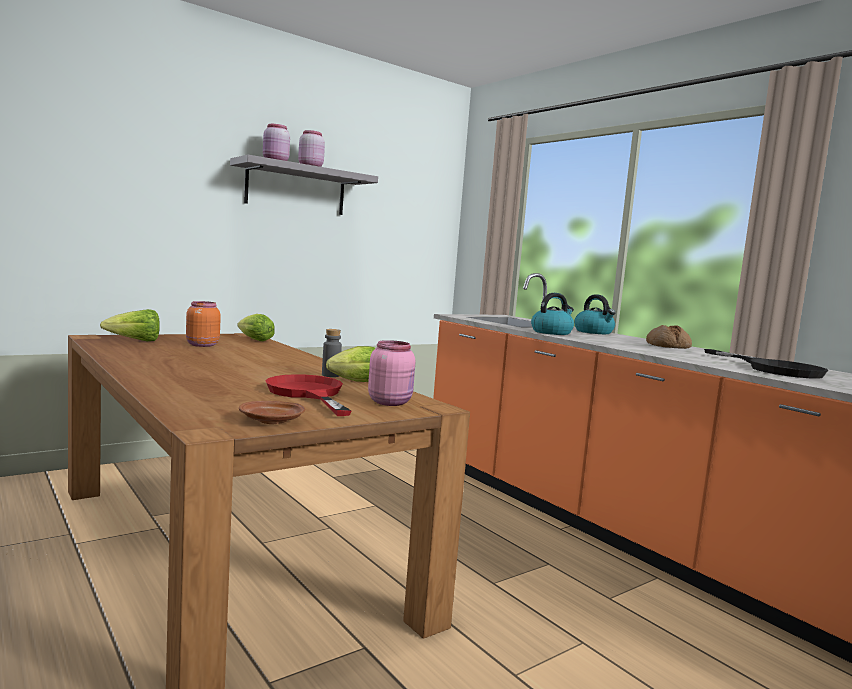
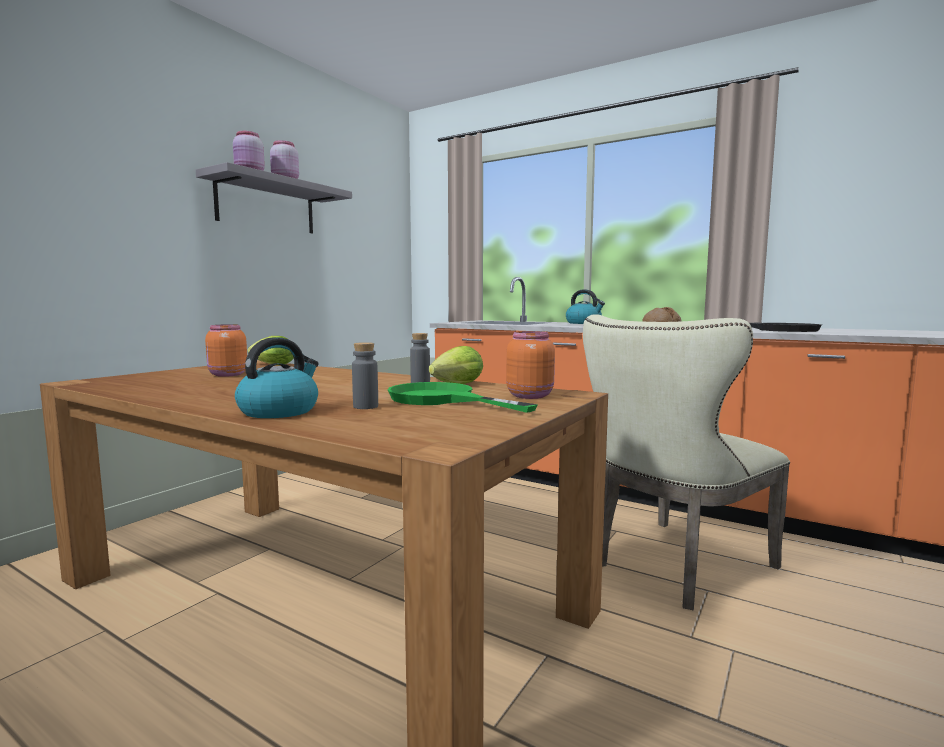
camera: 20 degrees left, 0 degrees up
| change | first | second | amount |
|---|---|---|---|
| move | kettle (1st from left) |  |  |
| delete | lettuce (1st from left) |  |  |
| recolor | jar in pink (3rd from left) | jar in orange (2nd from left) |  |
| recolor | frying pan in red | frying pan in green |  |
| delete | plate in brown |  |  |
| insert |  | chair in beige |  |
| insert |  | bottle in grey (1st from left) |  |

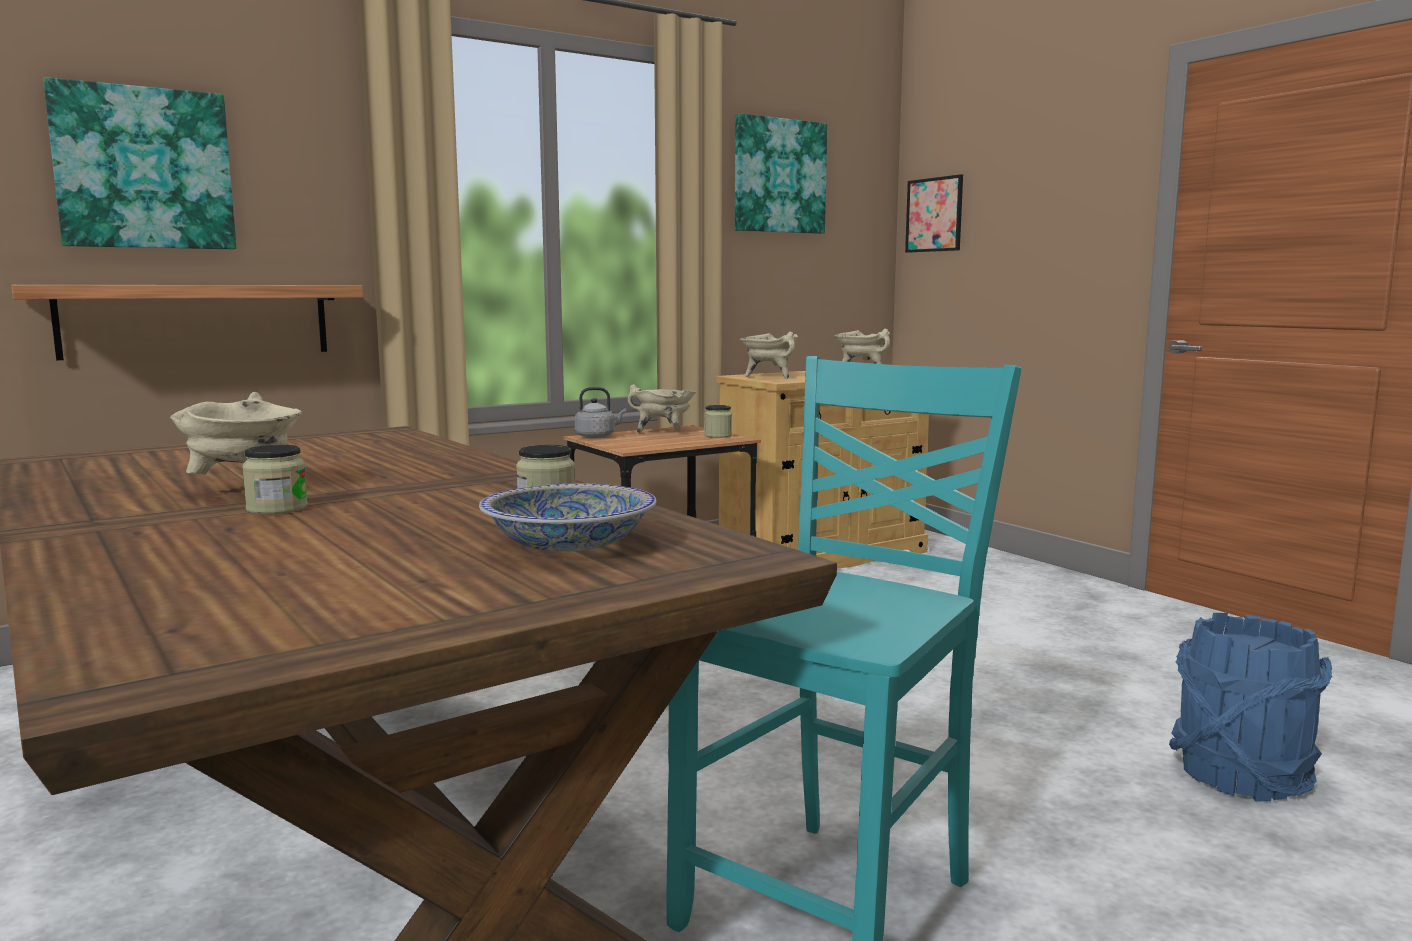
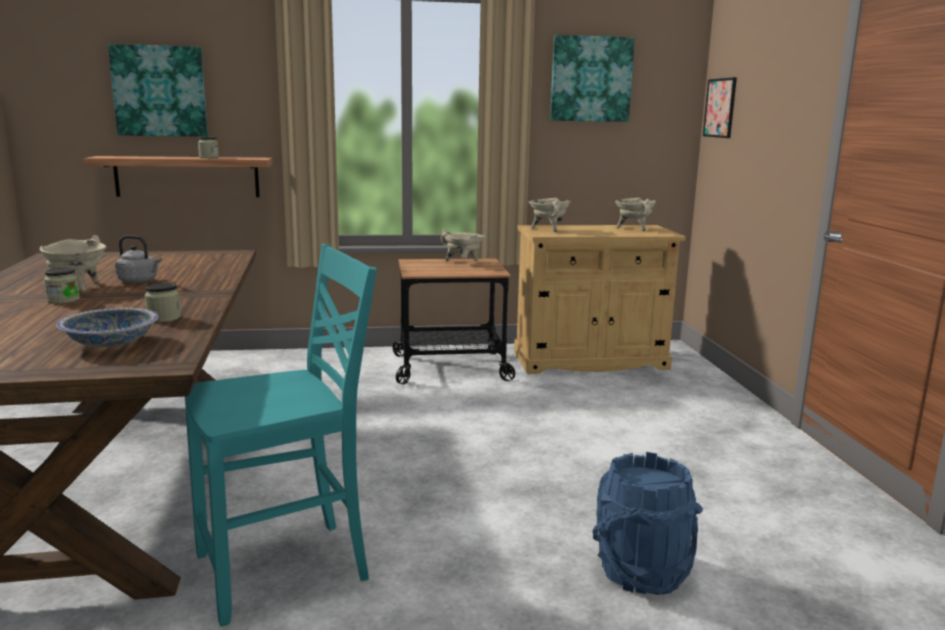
camera: 25 degrees right, 5 degrees up
| change | first | second | amount |
|---|---|---|---|
| move | kettle in grey |  |  |
| move | jar (3rd from left) |  |  |

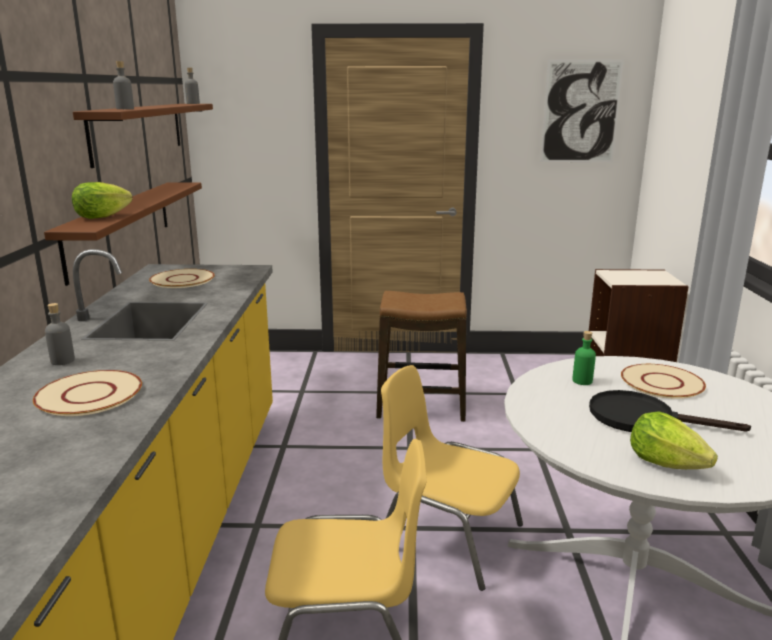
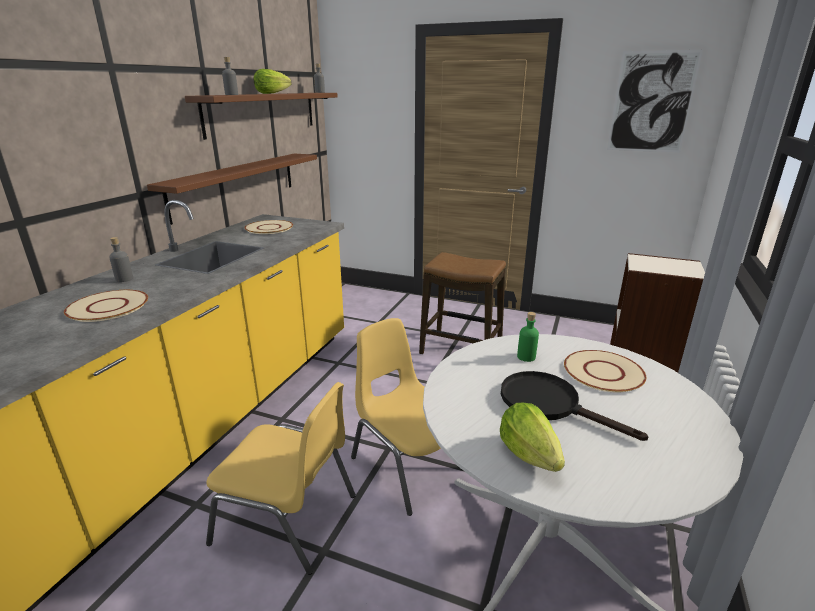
camera: 20 degrees right, 5 degrees up
| change | first | second | amount |
|---|---|---|---|
| move | lettuce (1st from left) |  |  |

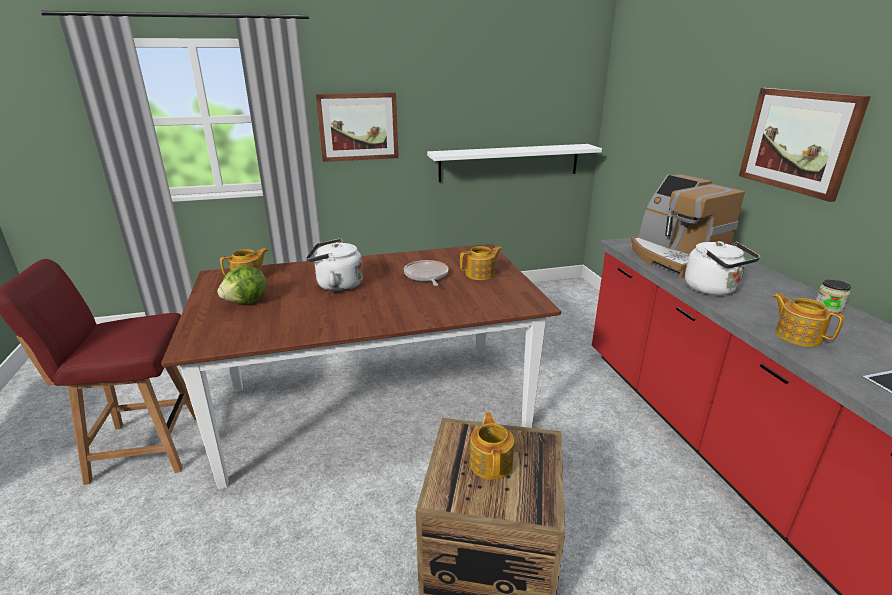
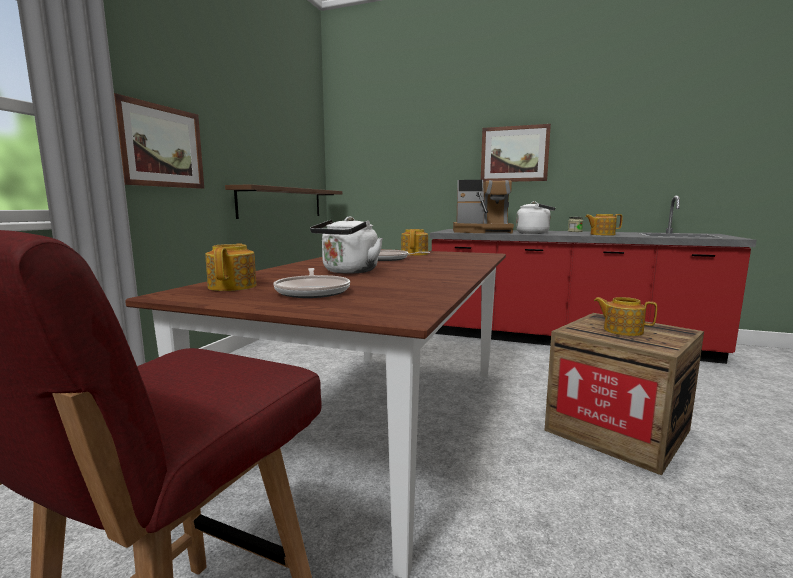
camera: 55 degrees left, 15 degrees down
| change | first | second | amount |
|---|---|---|---|
| recolor | shelf in white | shelf in brown |  |
| replace | lettuce | frying pan (1st from left) |  |

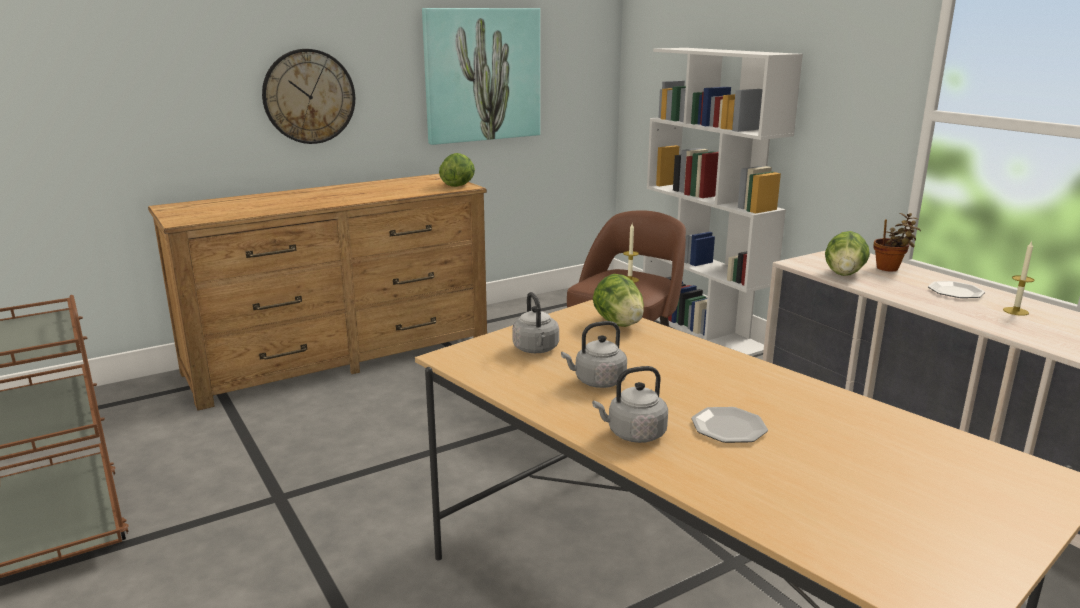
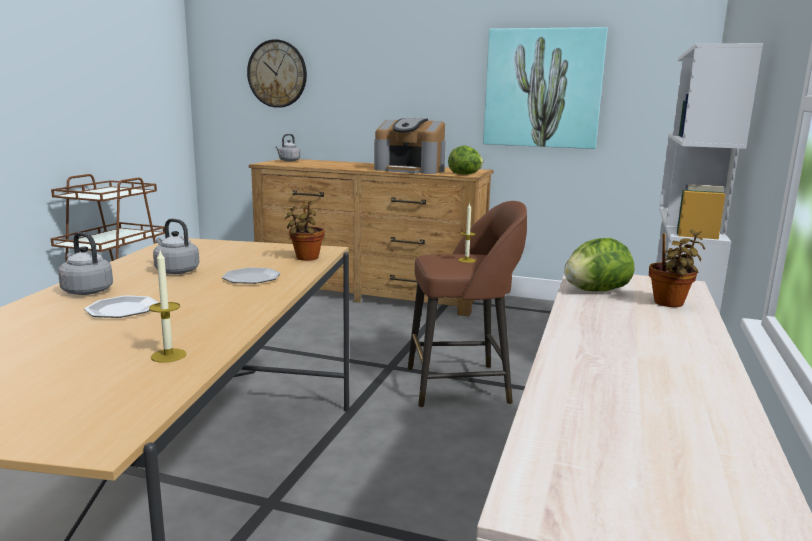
camera: 50 degrees right, 5 degrees down
| change | first | second | amount |
|---|---|---|---|
| move | wall clock |  |  |
| move | candle (2nd from left in the first image) | candle (1st from left) |  |
| replace | lettuce (2nd from left) | potted plant (1st from left) |  |
| move | plate (2nd from left) |  |  |
| move | kettle in grey (1st from left in the first image) | kettle in grey (3rd from left) |  |
| insert |  | coffee machine |  |

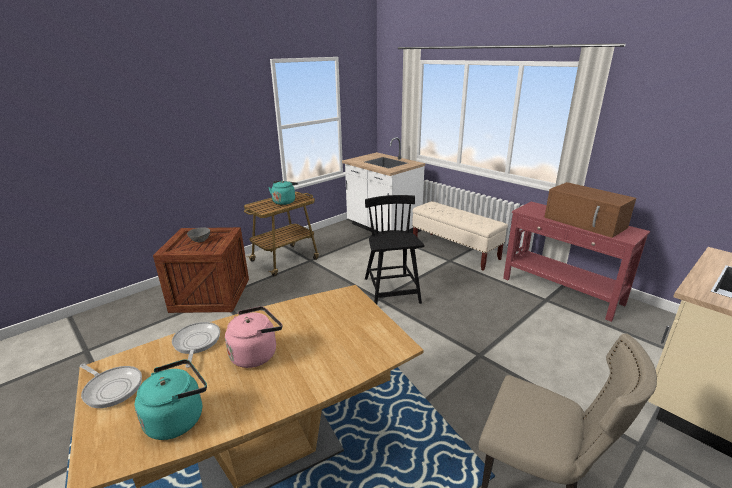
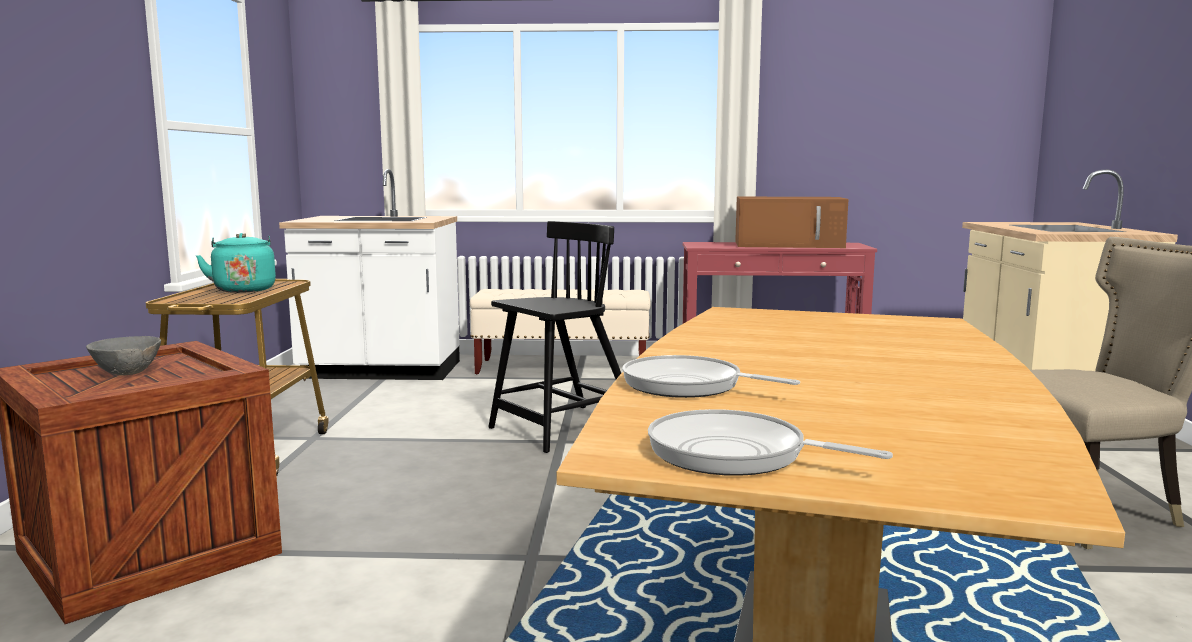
camera: 45 degrees left, 15 degrees down
| change | first | second | amount |
|---|---|---|---|
| rotate | chair in black |  | 105 degrees clockwise |
| delete | kettle in pink |  |  |
| delete | kettle in turquoise (1st from left) |  |  |
| rotate | frying pan (1st from left in the first image) | frying pan (2nd from left) | 135 degrees counterclockwise |

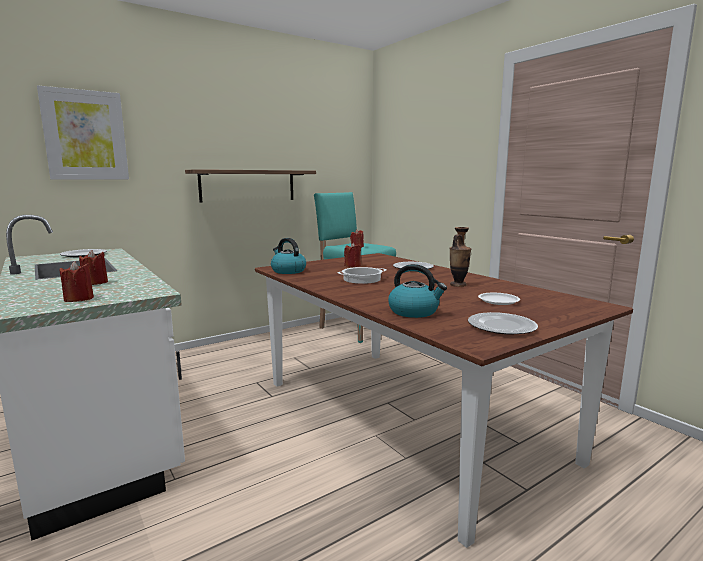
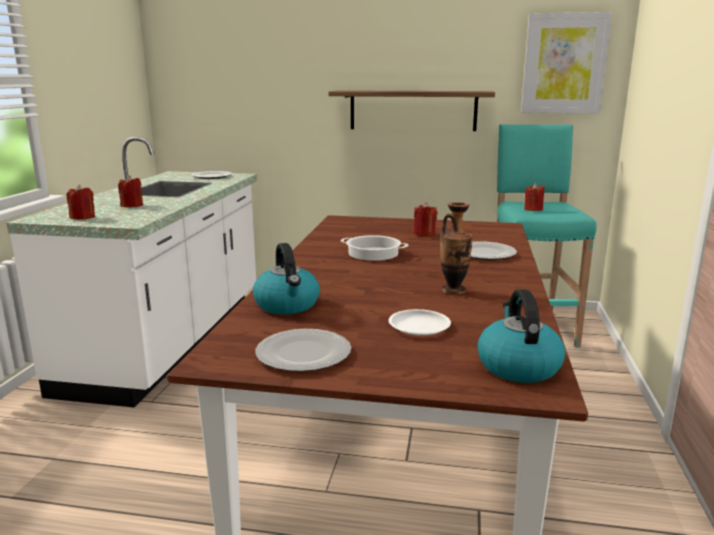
camera: 45 degrees right, 5 degrees up
| change | first | second | amount |
|---|---|---|---|
| move | picture |  |  |
| move | kettle (1st from left in the first image) | kettle (2nd from left) |  |

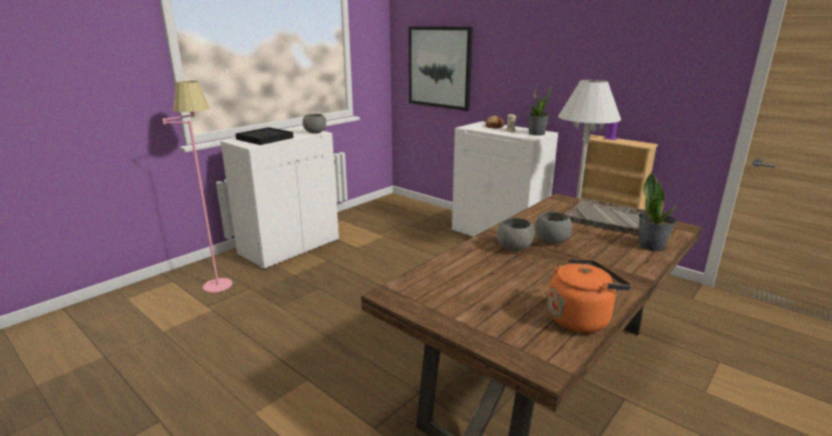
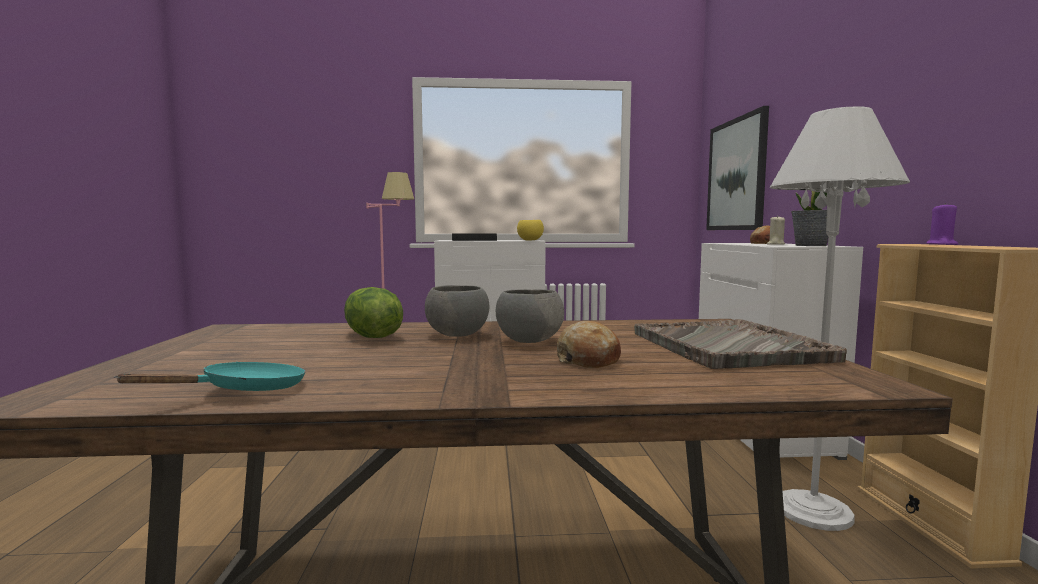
camera: 45 degrees right, 15 degrees down
| change | first | second | amount |
|---|---|---|---|
| recolor | bowl in grey (1st from left) | bowl in yellow |  |
| delete | potted plant (2nd from left) |  |  |
| replace | kettle in orange | frying pan in turquoise |  |
| insert |  | lettuce |  |
| insert |  | bread (1st from left) |  |

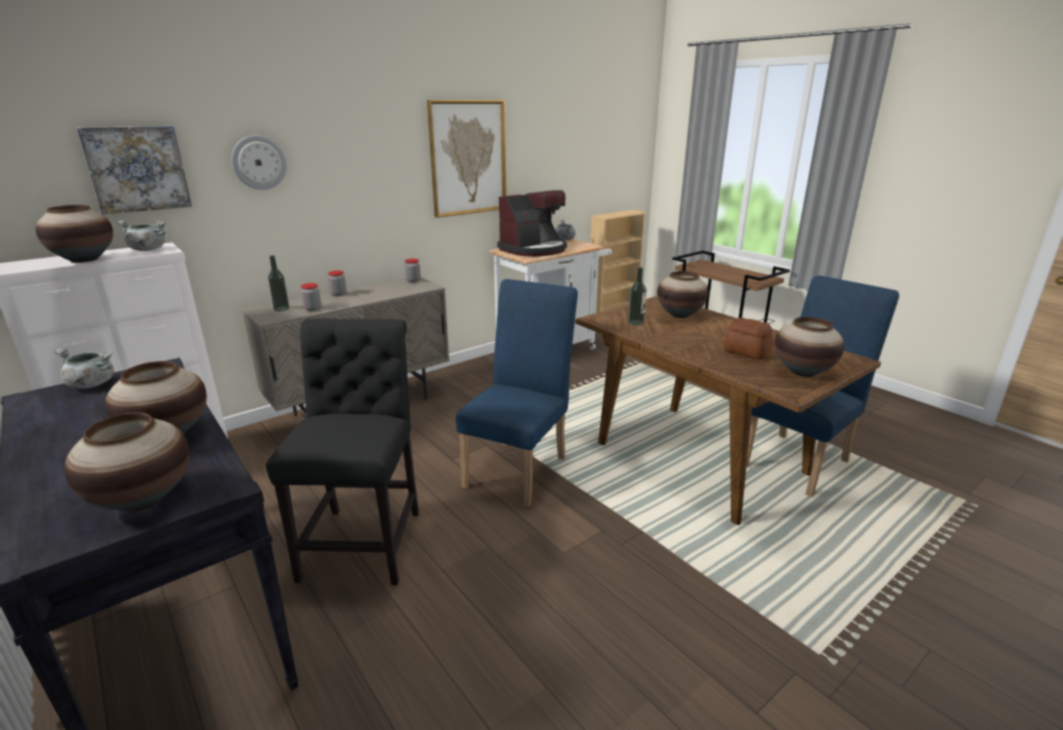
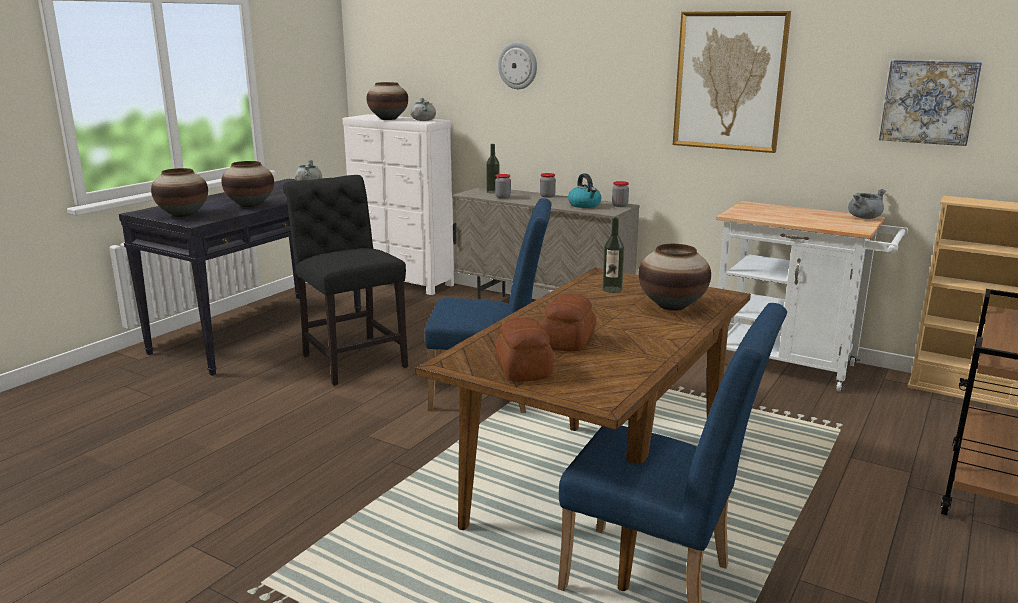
camera: 70 degrees right, 5 degrees down
| change | first | second | amount |
|---|---|---|---|
| move | picture (1st from left in the first image) | picture (2nd from left) |  |
| delete | coffee machine |  |  |
| replace | vase (5th from left) | bread (1st from left) |  |
| rotate | chair in black |  | 105 degrees counterclockwise |
| insert |  | kettle |  |

